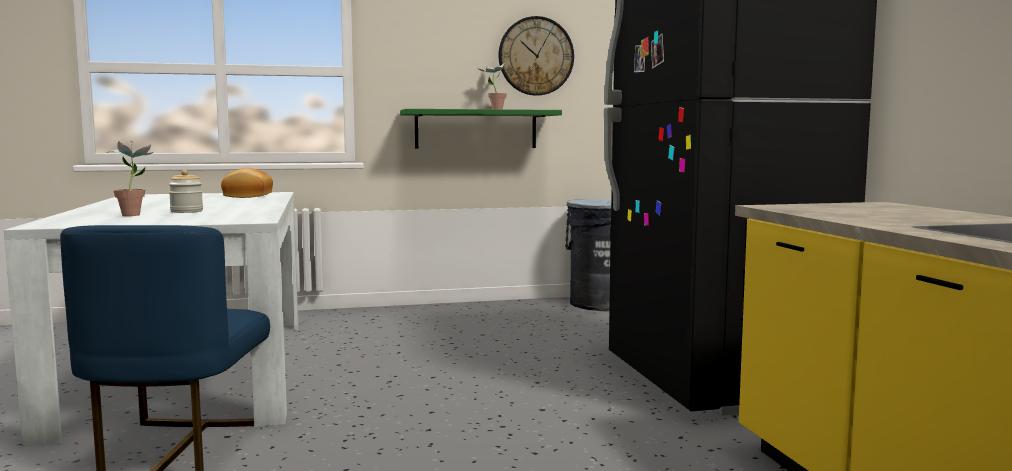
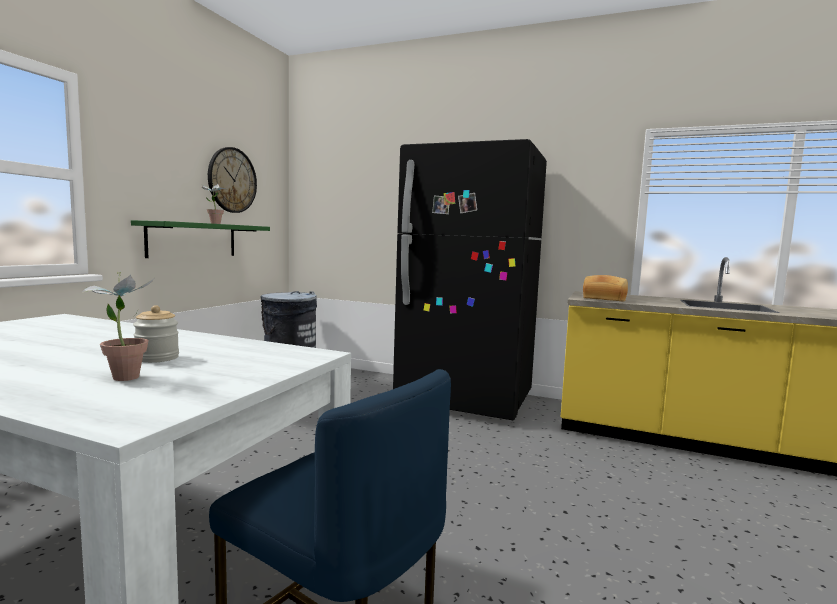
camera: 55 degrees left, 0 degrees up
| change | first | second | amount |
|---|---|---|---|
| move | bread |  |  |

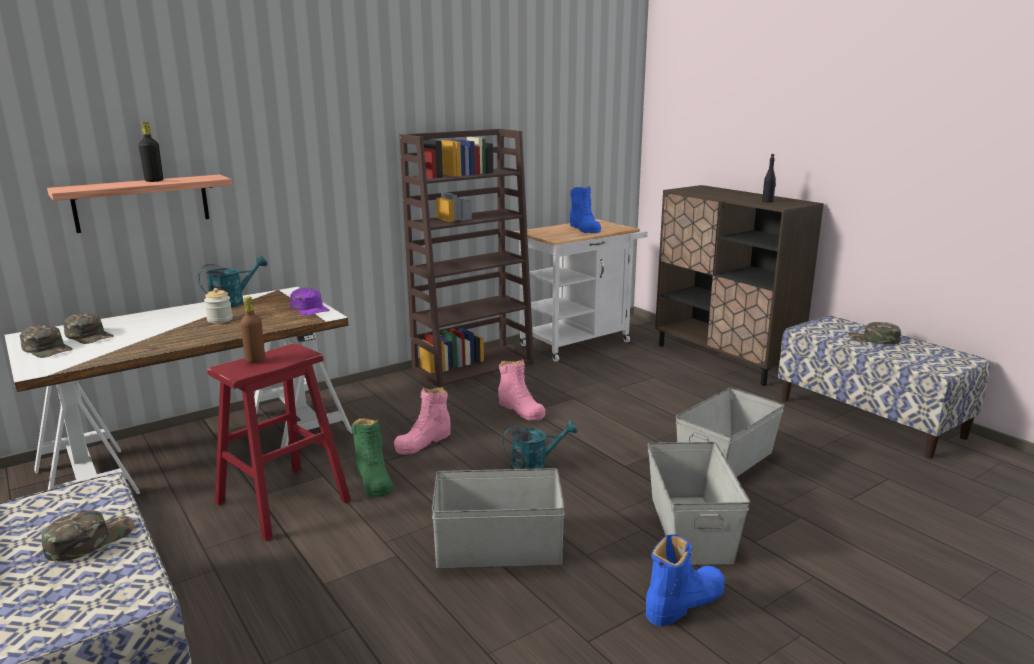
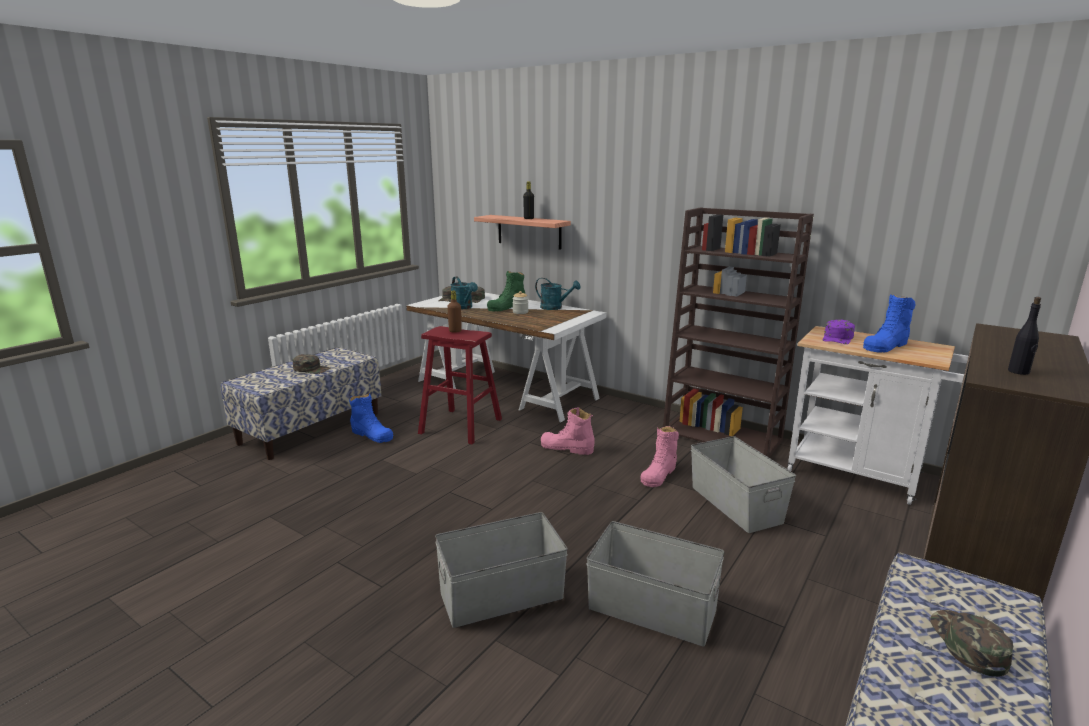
camera: 70 degrees right, 0 degrees up
| change | first | second | amount |
|---|---|---|---|
| move | cap in purple |  |  |
| move | boot in green |  |  |
| move | watering can in turquoise (2nd from left in the first image) | watering can in turquoise (1st from left) |  |
| move | storage box in grey (1st from left in the first image) | storage box in grey (3rd from left) |  |
| move | boot in blue (2nd from left in the first image) | boot in blue (1st from left) |  |

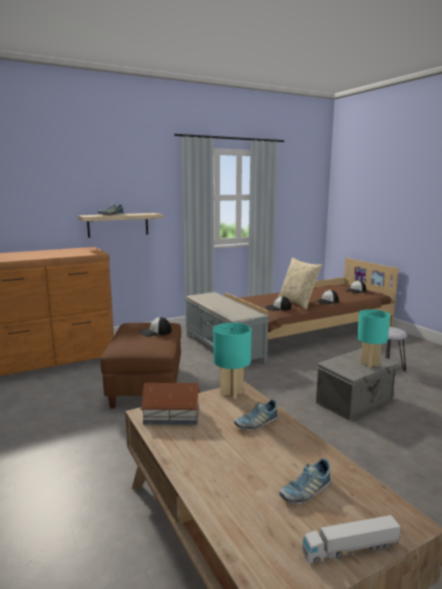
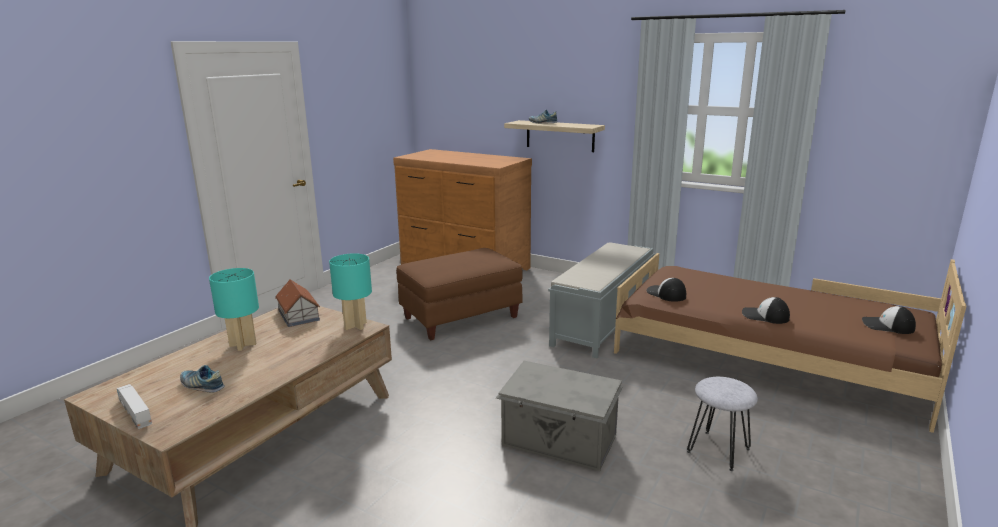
camera: 60 degrees right, 5 degrees up
| change | first | second | amount |
|---|---|---|---|
| delete | pillow in beige |  |  |
| move | table lamp in turquoise (2nd from left in the first image) | table lamp in turquoise (1st from left) |  |
| delete | cap (1st from left) |  |  |
| delete | shoe (2nd from left) |  |  |

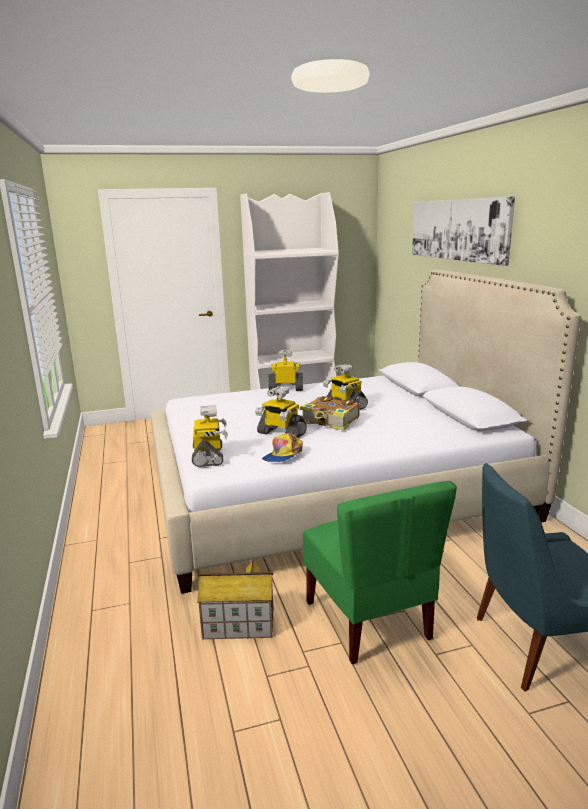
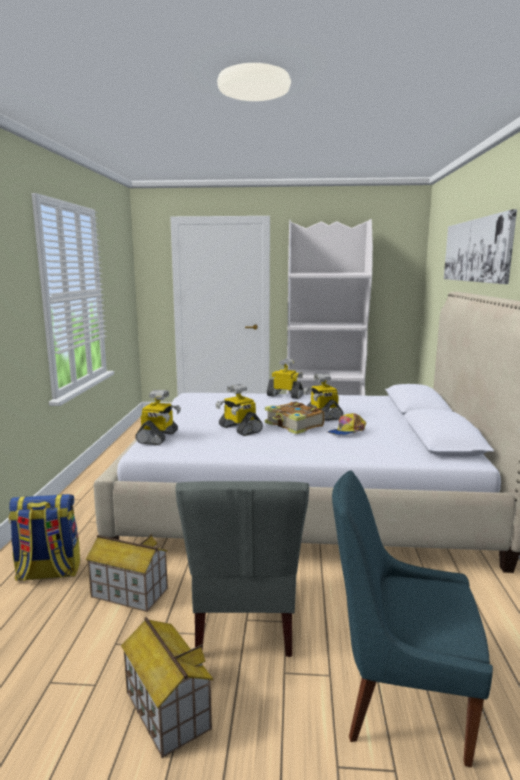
camera: 20 degrees right, 5 degrees down
| change | first | second | amount |
|---|---|---|---|
| move | cap |  |  |
| recolor | chair in green | chair in grey |  |
| insert |  | backpack |  |
| insert |  | toy house (2nd from left) |  |

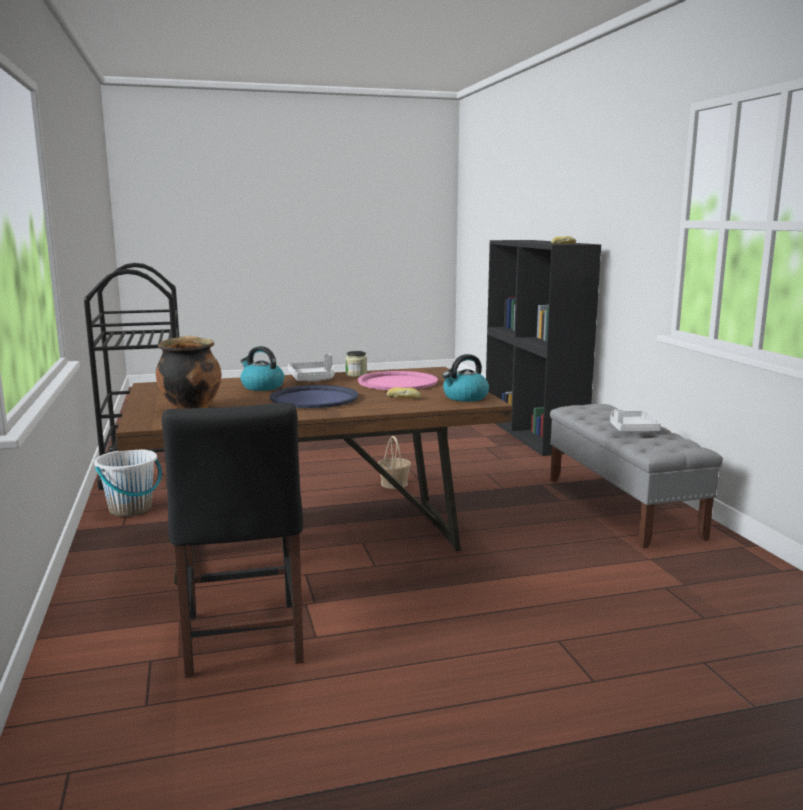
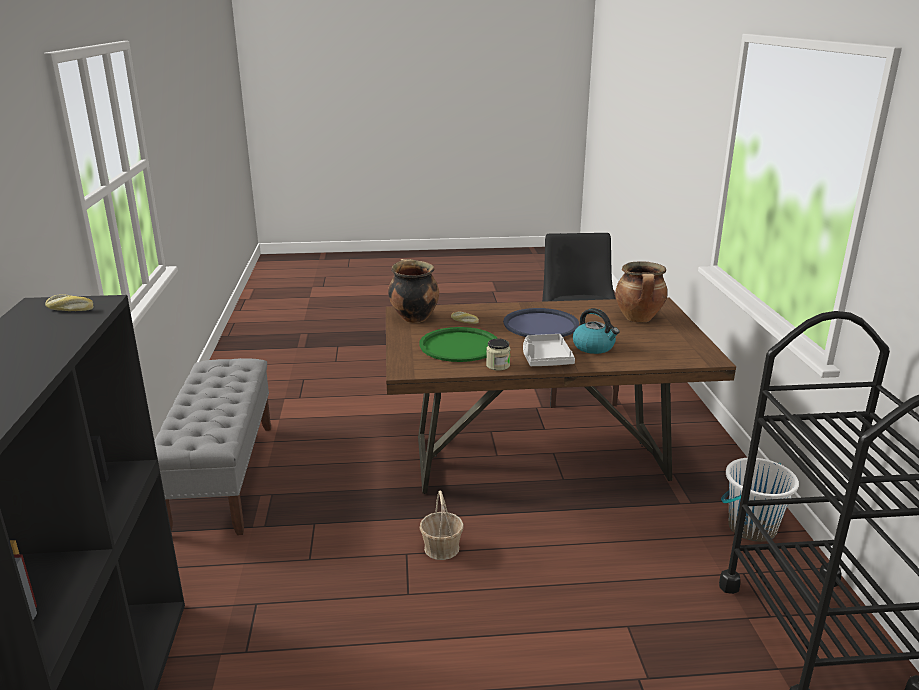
camera: 170 degrees left, 10 degrees up
| change | first | second | amount |
|---|---|---|---|
| replace | kettle (2nd from left) | cooking pot (1st from left) |  |
| recolor | tray in pink | tray in green |  |
| delete | tray in grey (2nd from left) |  |  |

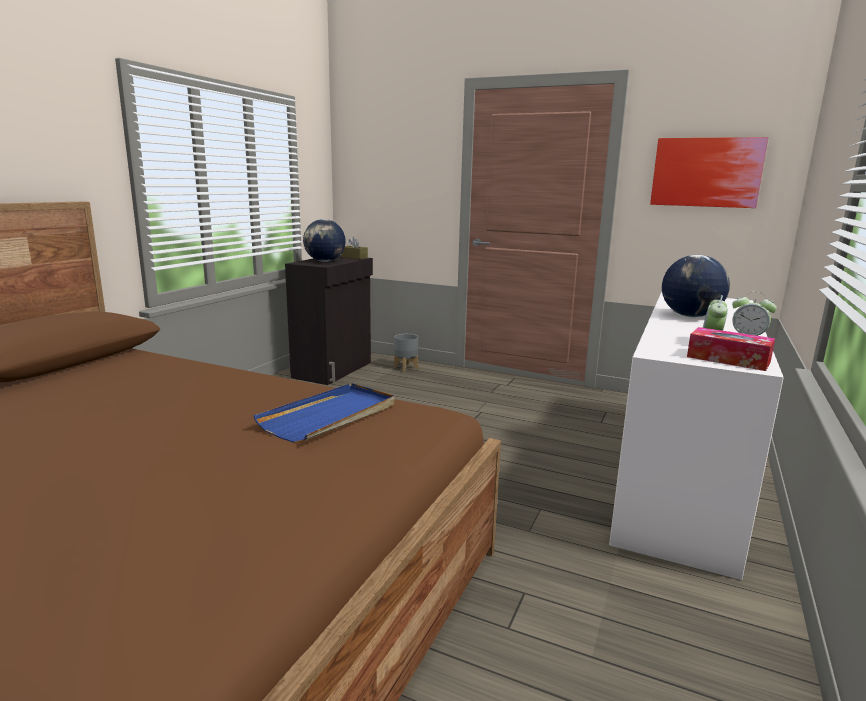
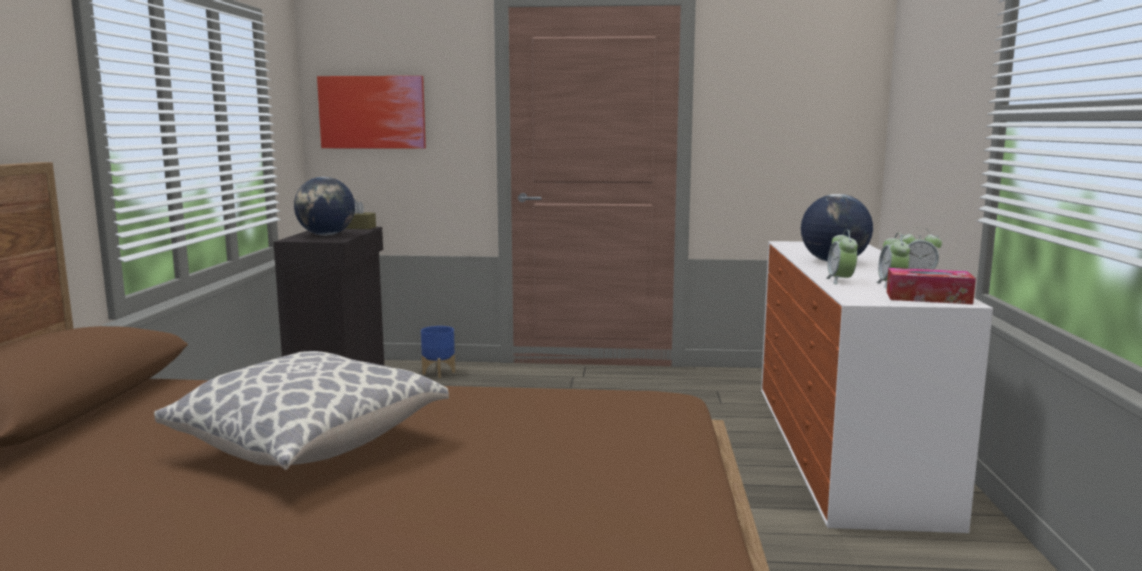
camera: 20 degrees left, 5 degrees down
| change | first | second | amount |
|---|---|---|---|
| move | picture |  |  |
| recolor | planter in grey | planter in blue |  |
| delete | tray in blue |  |  |
| insert |  | alarm clock (1st from left) |  |
| insert |  | pillow |  |

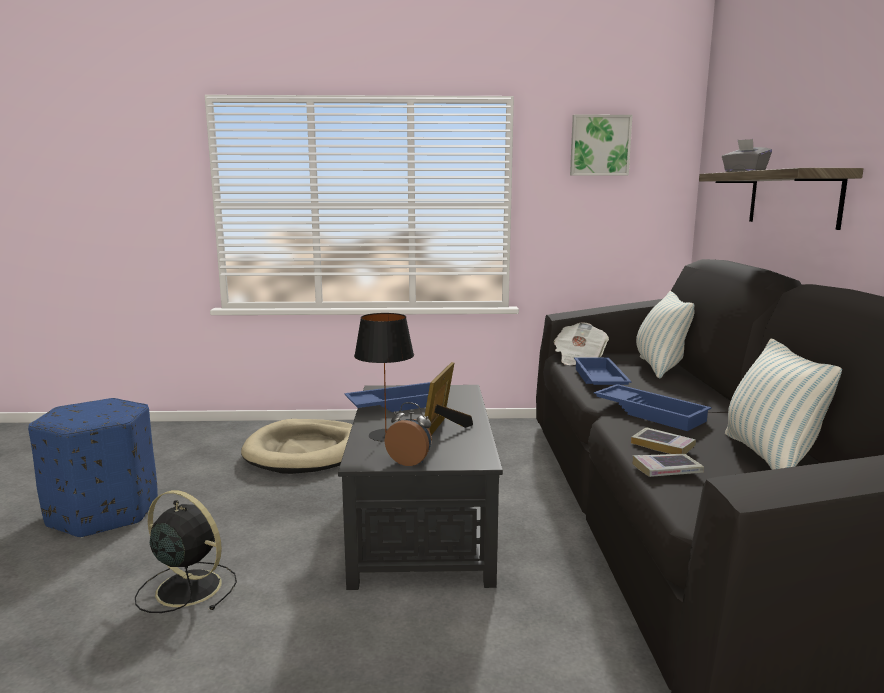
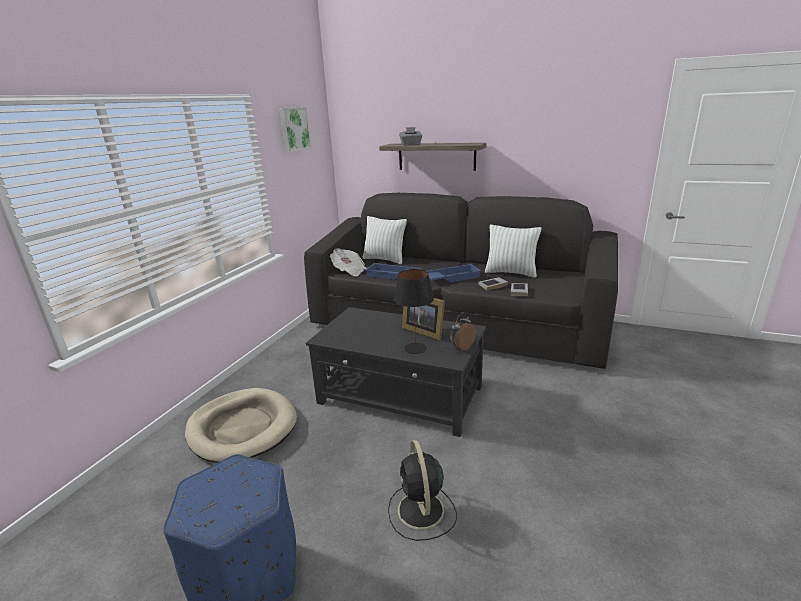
camera: 65 degrees left, 10 degrees up
| change | first | second | amount |
|---|---|---|---|
| delete | tray in blue (1st from left) |  |  |
| rotate | fan in black |  | 60 degrees counterclockwise |

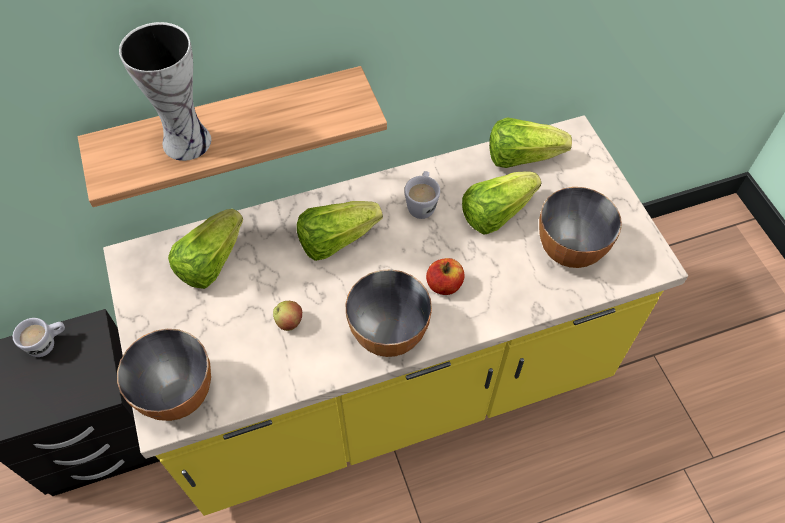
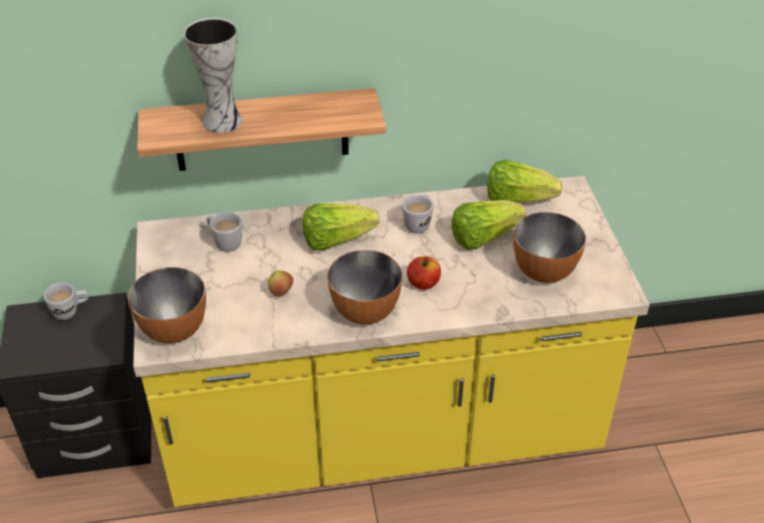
camera: 10 degrees right, 15 degrees down
| change | first | second | amount |
|---|---|---|---|
| replace | lettuce (1st from left) | mug in white (2nd from left) |  |

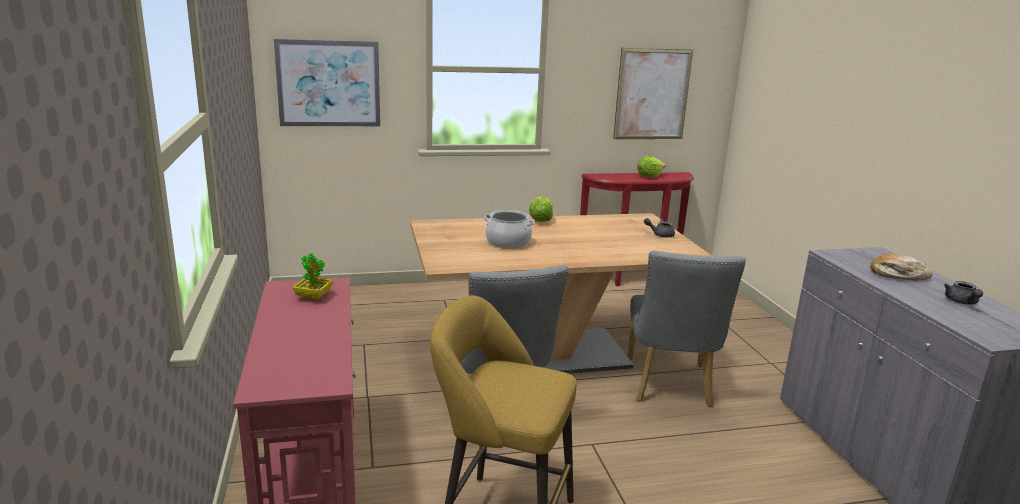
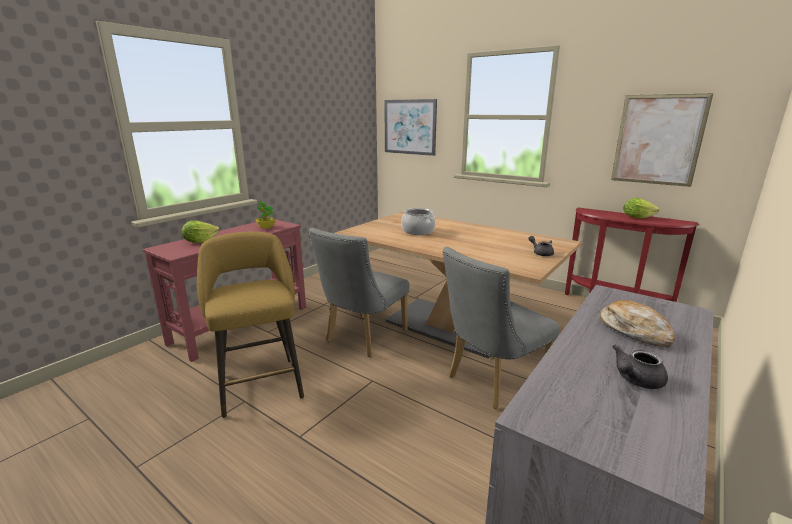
camera: 50 degrees right, 0 degrees up
| change | first | second | amount |
|---|---|---|---|
| move | lettuce (1st from left) |  |  |

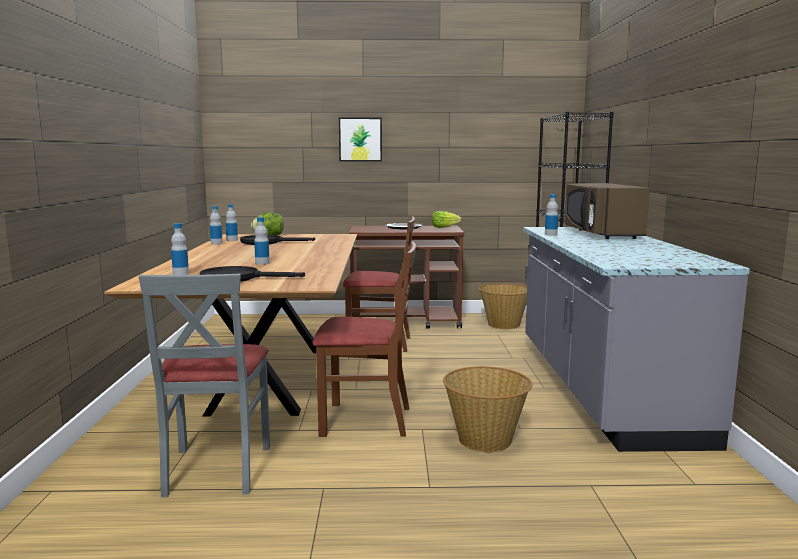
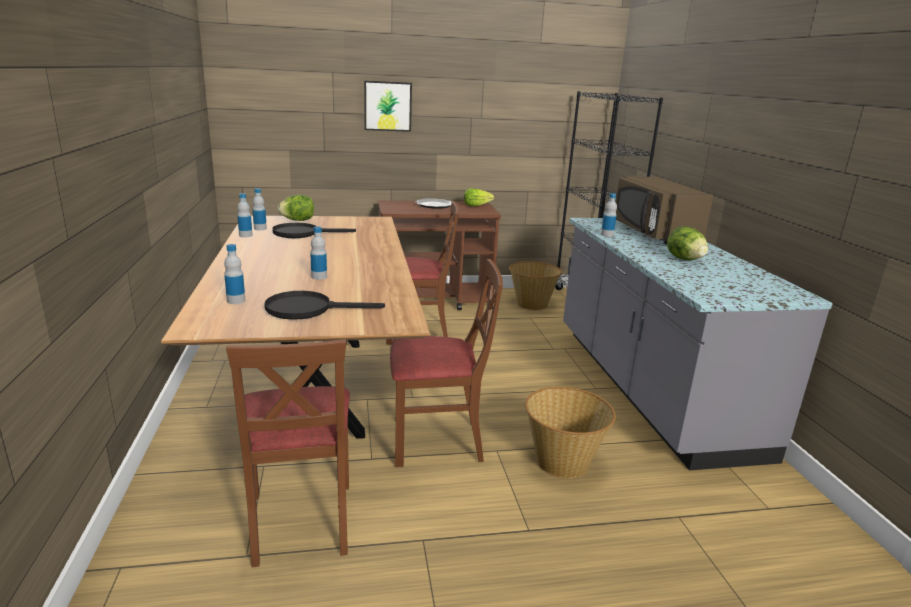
camera: 10 degrees left, 10 degrees up
| change | first | second | amount |
|---|---|---|---|
| recolor | chair in grey | chair in brown (1st from left) |  |
| insert |  | lettuce (3rd from left) |  |

